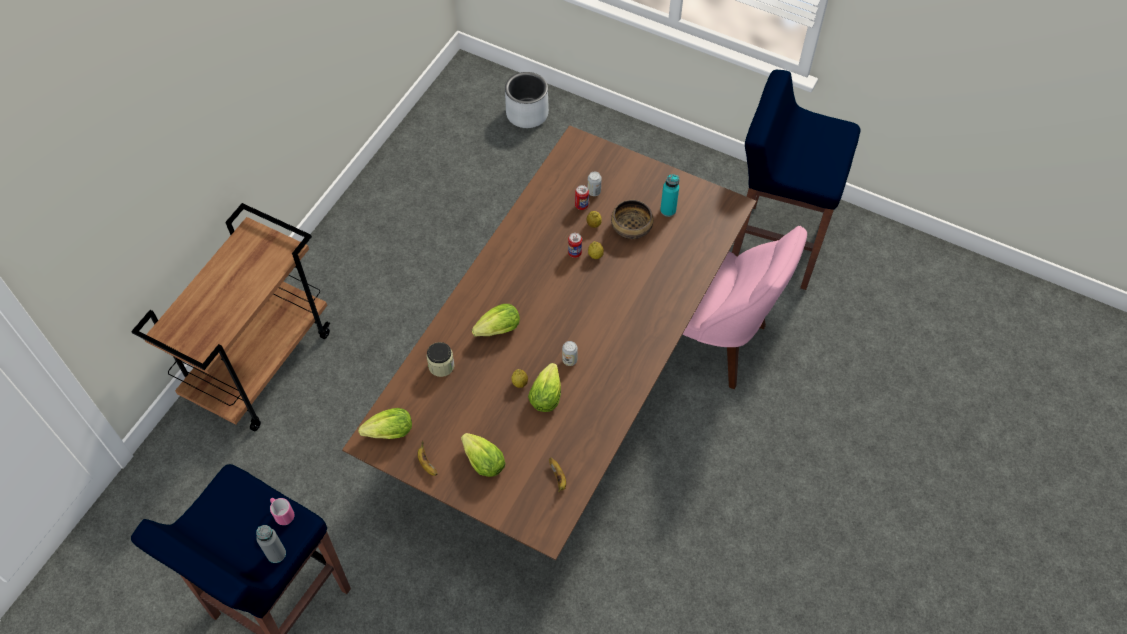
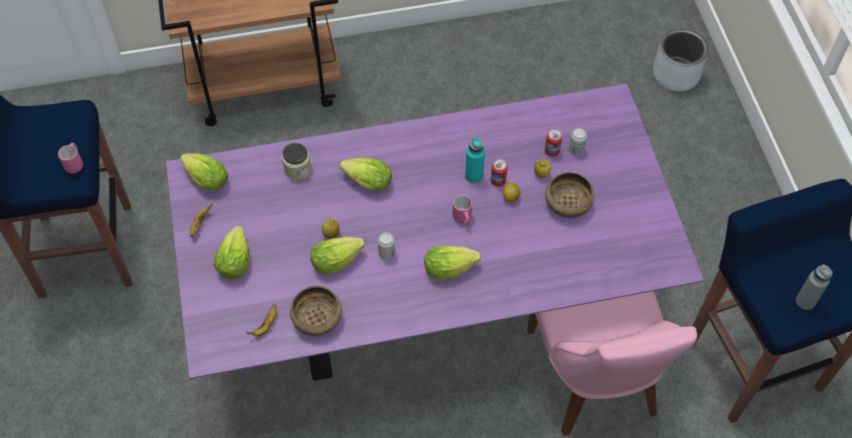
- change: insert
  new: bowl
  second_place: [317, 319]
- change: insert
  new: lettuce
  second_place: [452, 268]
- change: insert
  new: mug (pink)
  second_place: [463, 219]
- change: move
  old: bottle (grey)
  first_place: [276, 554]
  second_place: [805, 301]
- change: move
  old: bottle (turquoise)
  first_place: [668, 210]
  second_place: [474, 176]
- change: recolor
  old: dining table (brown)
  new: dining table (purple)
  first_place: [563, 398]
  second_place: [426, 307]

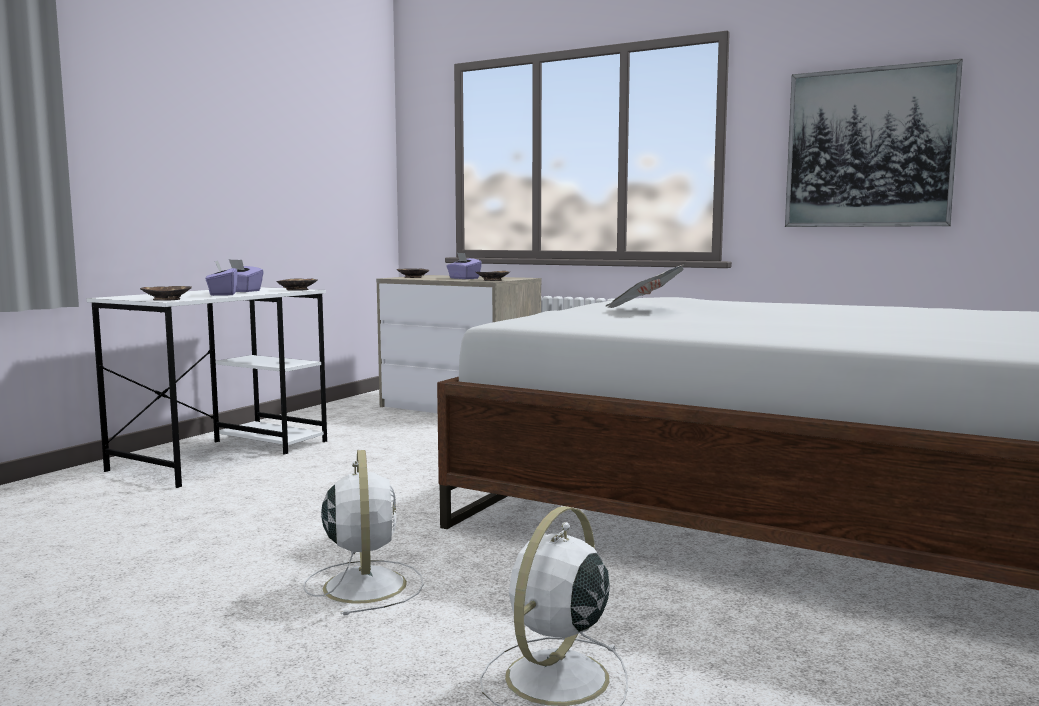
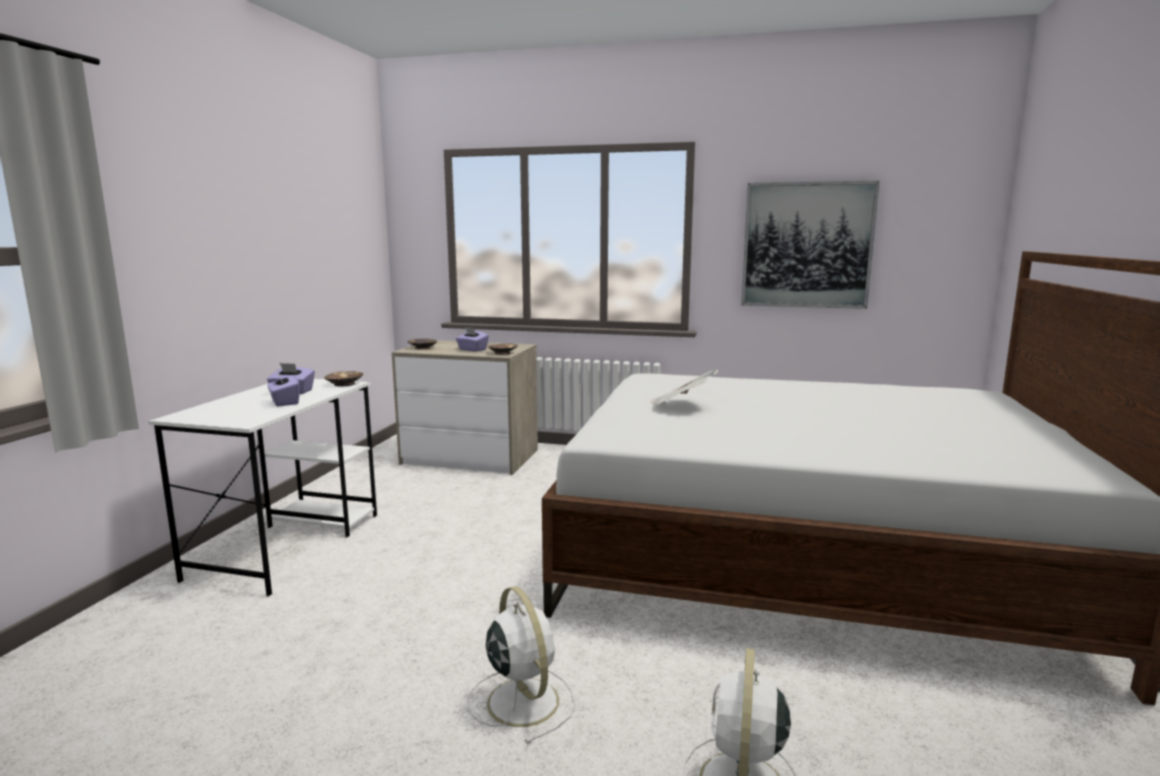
- change: delete
  old: bowl (brown)
  first_place: [166, 299]

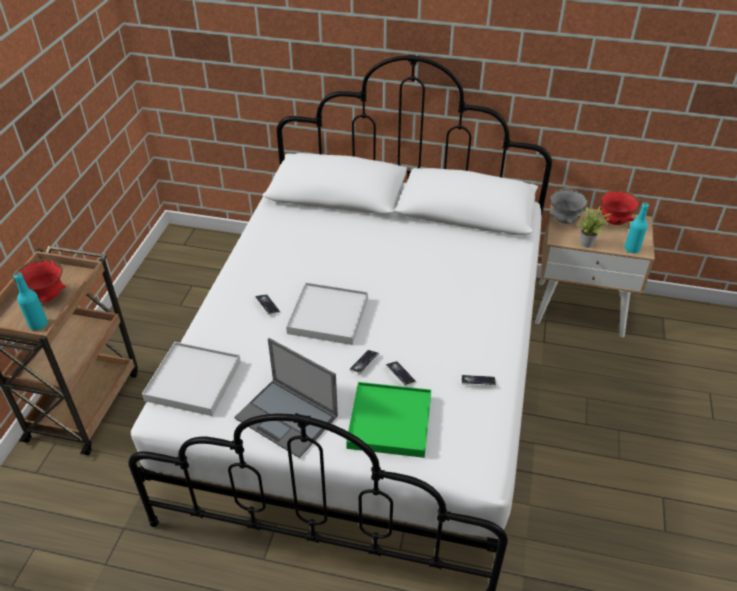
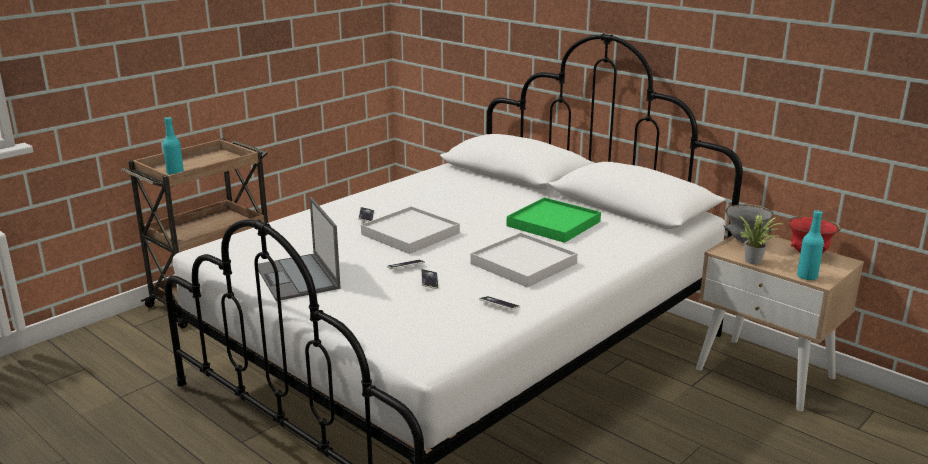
- change: delete
  old: bowl (red)
  first_place: [47, 297]
- change: move
  old: tray (white)
  first_place: [193, 381]
  second_place: [523, 263]
- change: move
  old: tray (green)
  first_place: [389, 422]
  second_place: [553, 223]

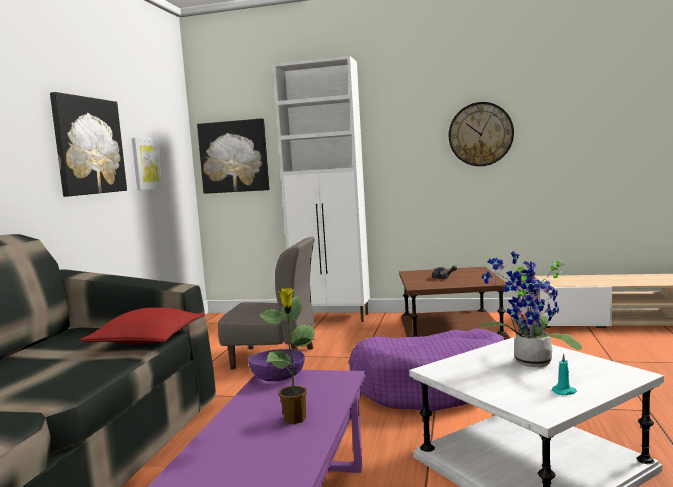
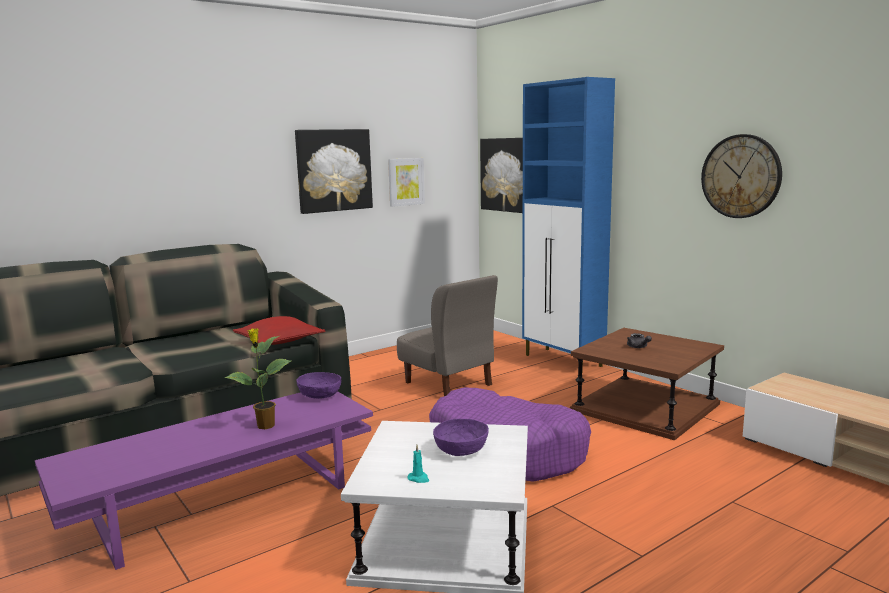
- change: replace
  old: potted plant
  new: bowl (purple)
  first_place: [529, 364]
  second_place: [461, 450]
- change: recolor
  old: cabinet (white)
  new: cabinet (blue)
  first_place: [333, 318]
  second_place: [563, 361]

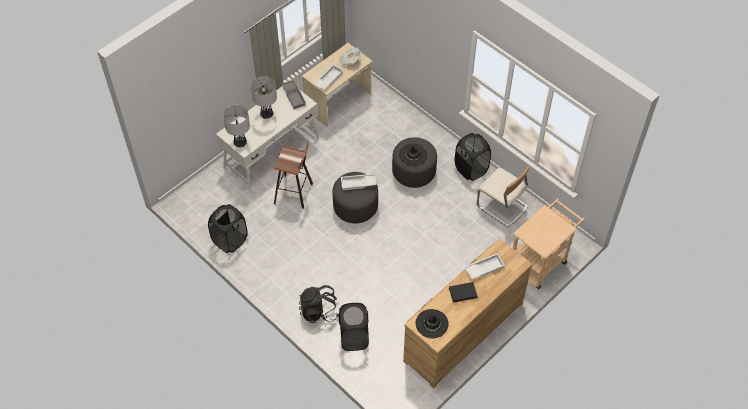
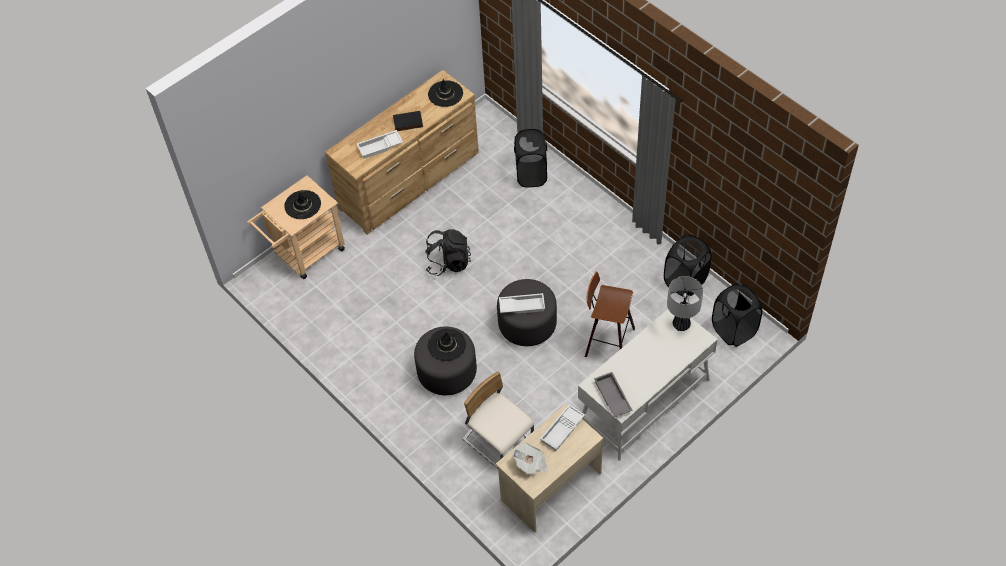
- change: delete
  old: table lamp
  first_place: [266, 115]
- change: insert
  new: hat (black)
  second_place: [302, 205]
- change: move
  old: backpack (black)
  first_place: [319, 311]
  second_place: [448, 262]
- change: move
  old: laundry basket (black)
  first_place: [471, 169]
  second_place: [733, 330]
- change: move
  old: chair (beige)
  first_place: [501, 207]
  second_place: [498, 440]

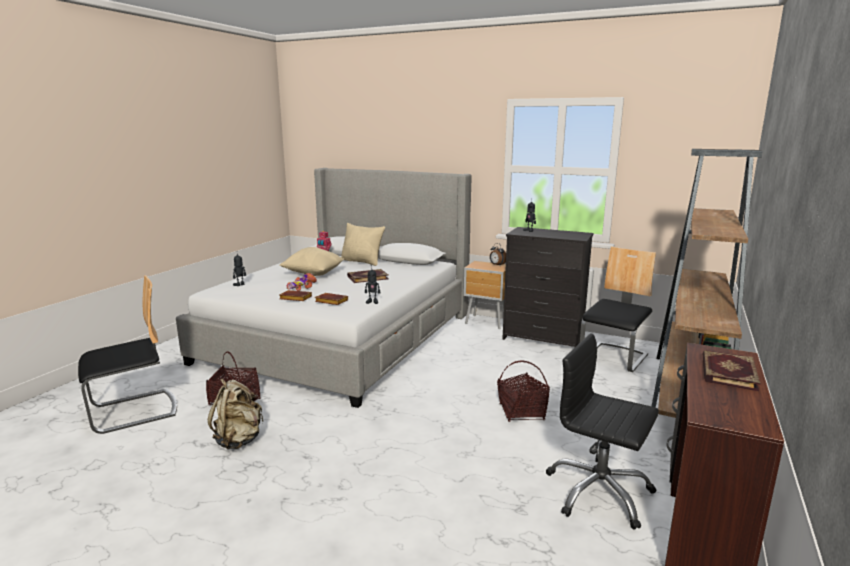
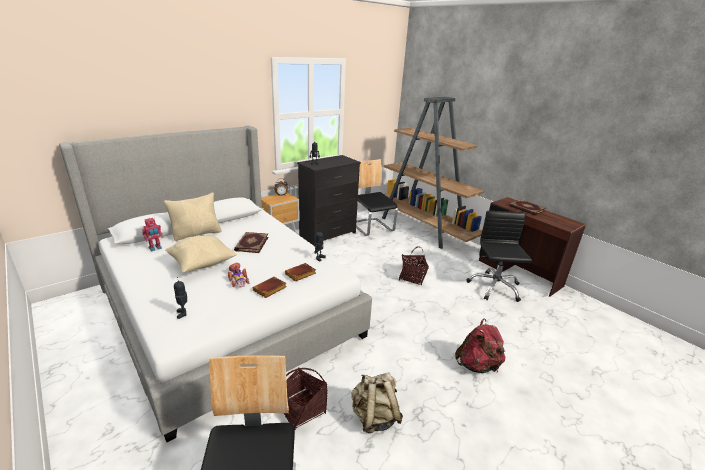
- change: insert
  new: backpack (red)
  second_place: [477, 365]
- change: rotate
  old: office chair (black)
  first_place: [598, 492]
  second_place: [494, 287]
  degrees: 120

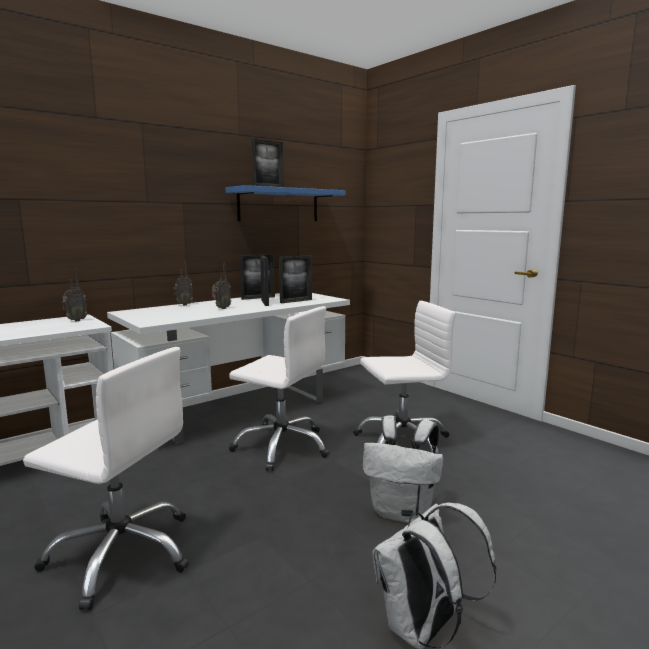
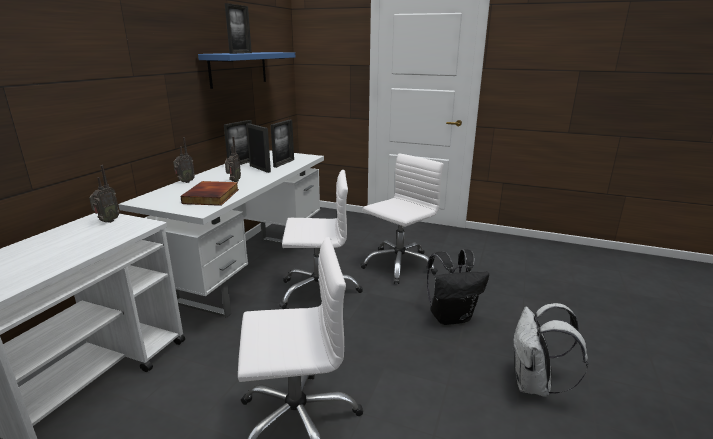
- change: insert
  new: book
  second_place: [212, 196]
- change: recolor
  old: backpack (white)
  new: backpack (black)
  first_place: [402, 512]
  second_place: [451, 317]

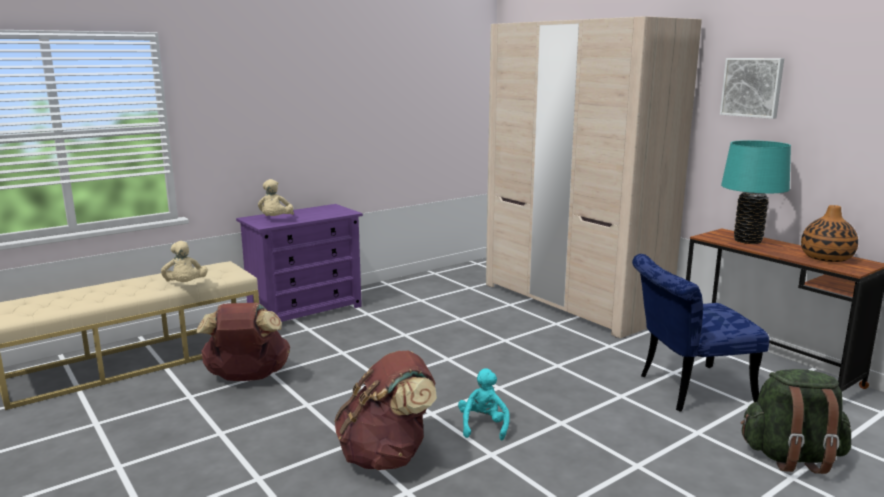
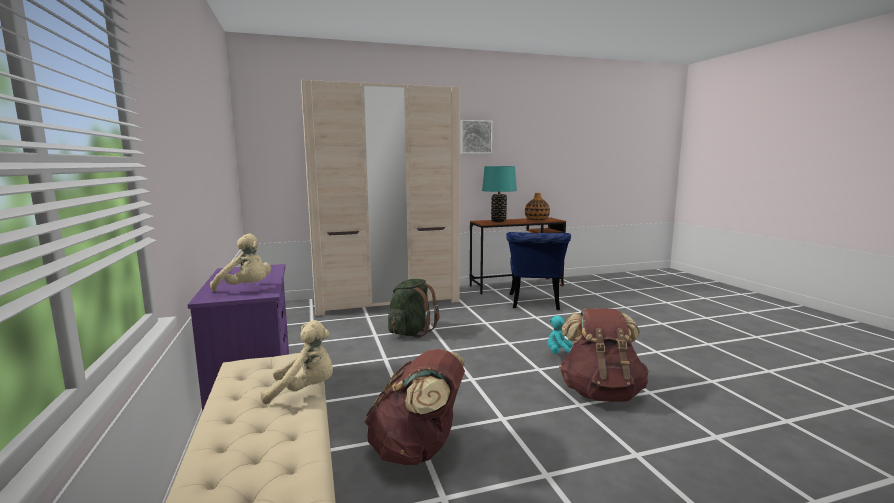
- change: move
  old: backpack (green)
  first_place: [792, 457]
  second_place: [411, 332]

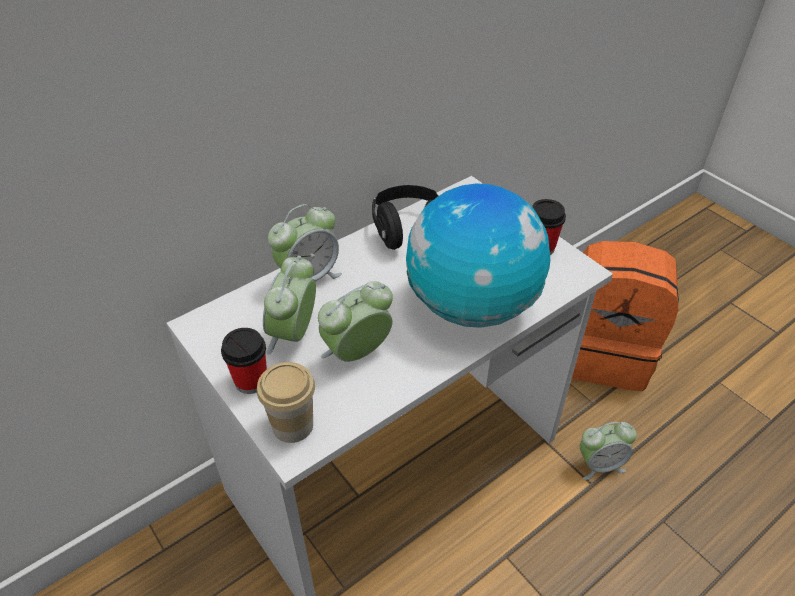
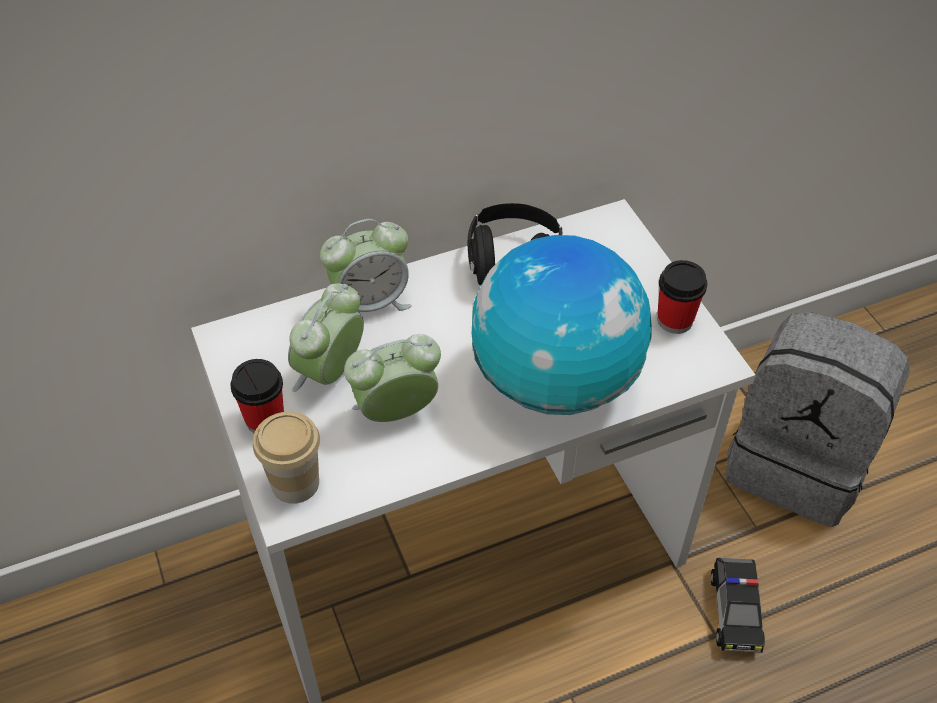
- change: replace
  old: alarm clock
  new: toy car
  first_place: [599, 464]
  second_place: [735, 611]
- change: recolor
  old: backpack (orange)
  new: backpack (grey)
  first_place: [604, 353]
  second_place: [798, 462]

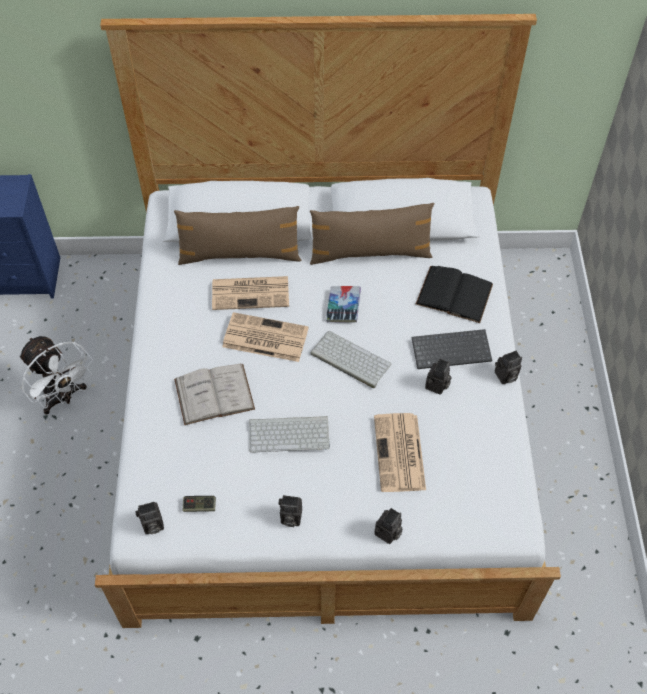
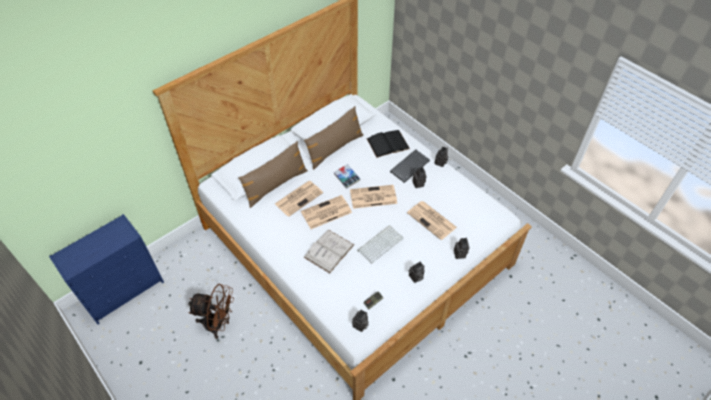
- change: replace
  old: keyboard
  new: newspaper
  first_place: [349, 359]
  second_place: [372, 197]
- change: recolor
  old: fan (white)
  new: fan (brown)
  first_place: [63, 397]
  second_place: [218, 324]

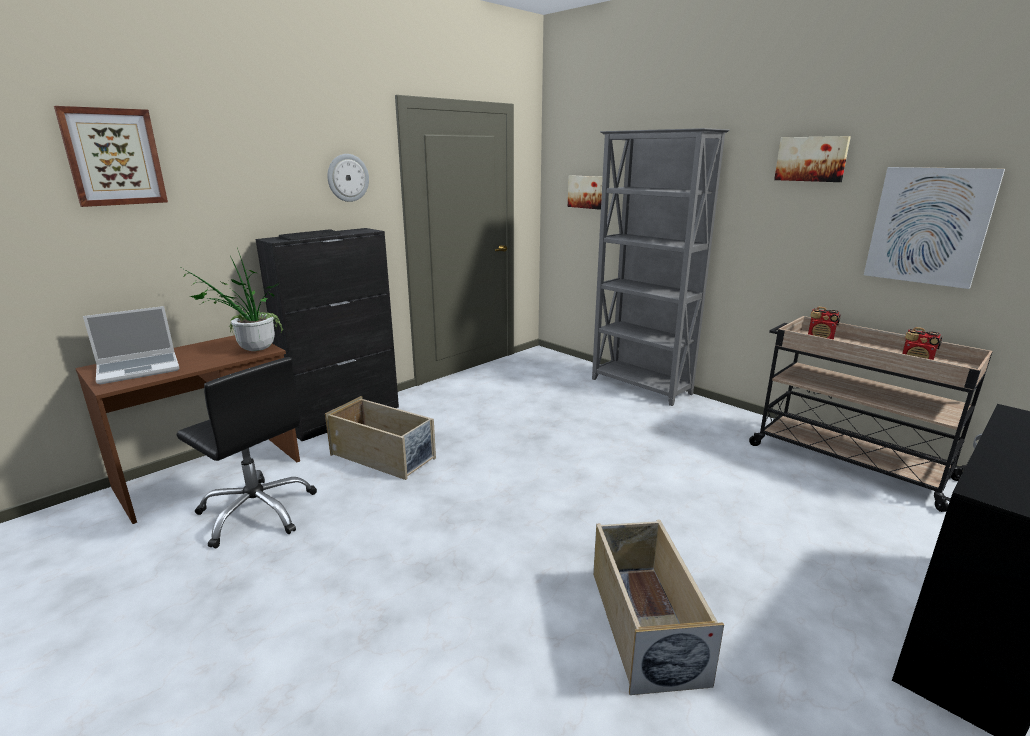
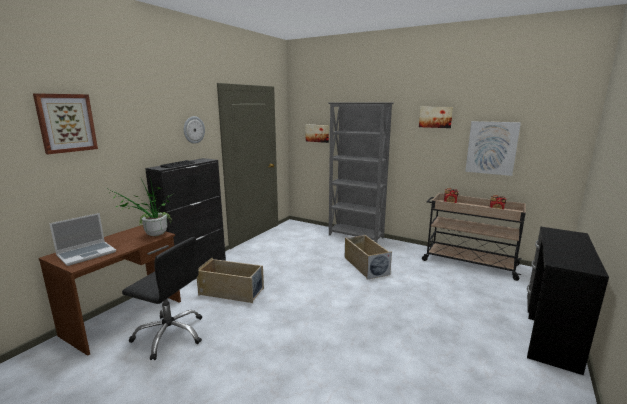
- change: move
  old: storage box (beige)
  first_place: [644, 623]
  second_place: [365, 265]

